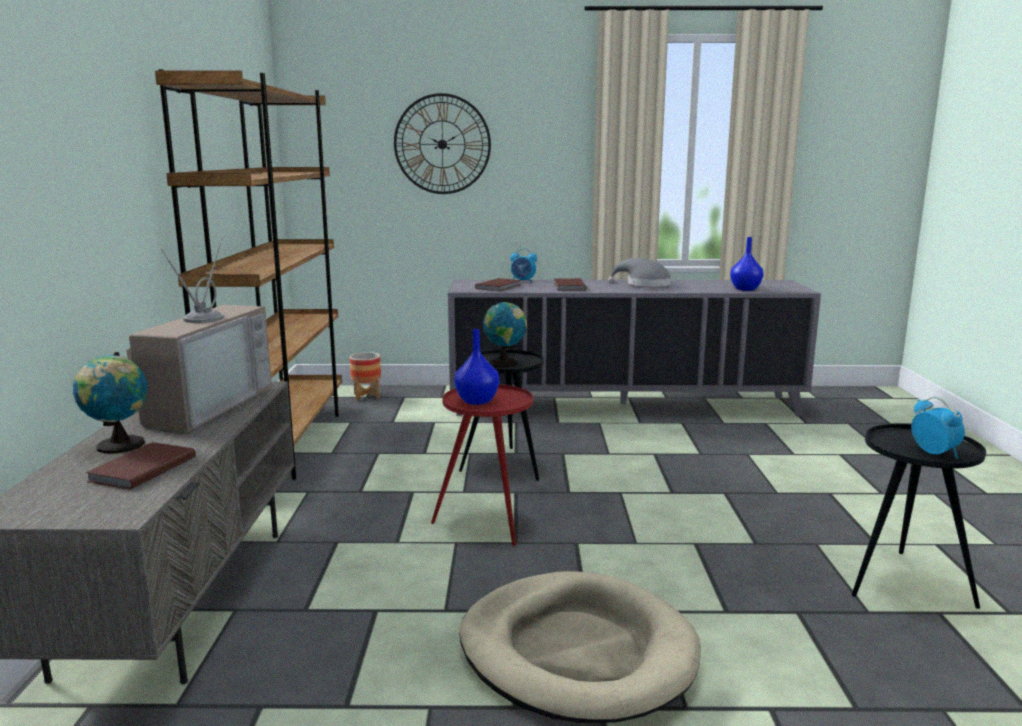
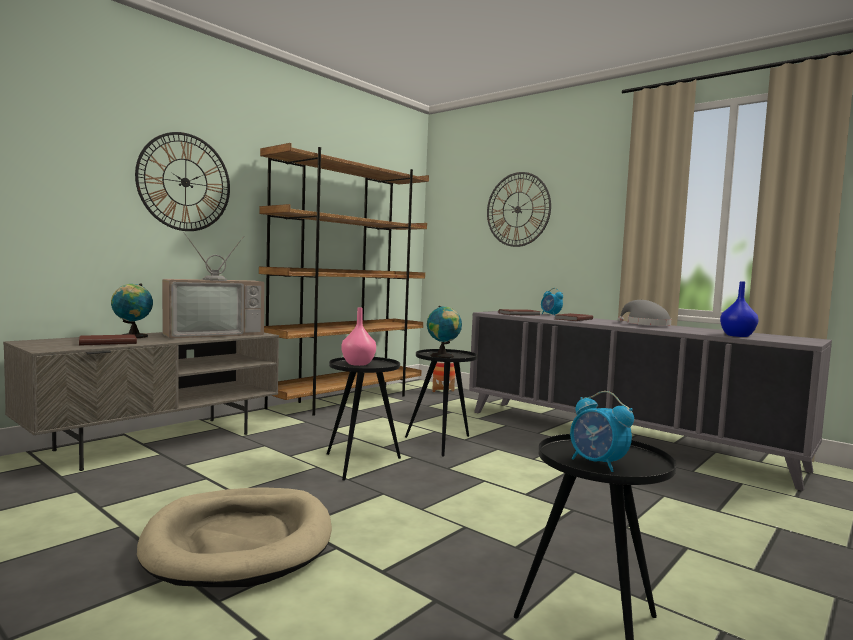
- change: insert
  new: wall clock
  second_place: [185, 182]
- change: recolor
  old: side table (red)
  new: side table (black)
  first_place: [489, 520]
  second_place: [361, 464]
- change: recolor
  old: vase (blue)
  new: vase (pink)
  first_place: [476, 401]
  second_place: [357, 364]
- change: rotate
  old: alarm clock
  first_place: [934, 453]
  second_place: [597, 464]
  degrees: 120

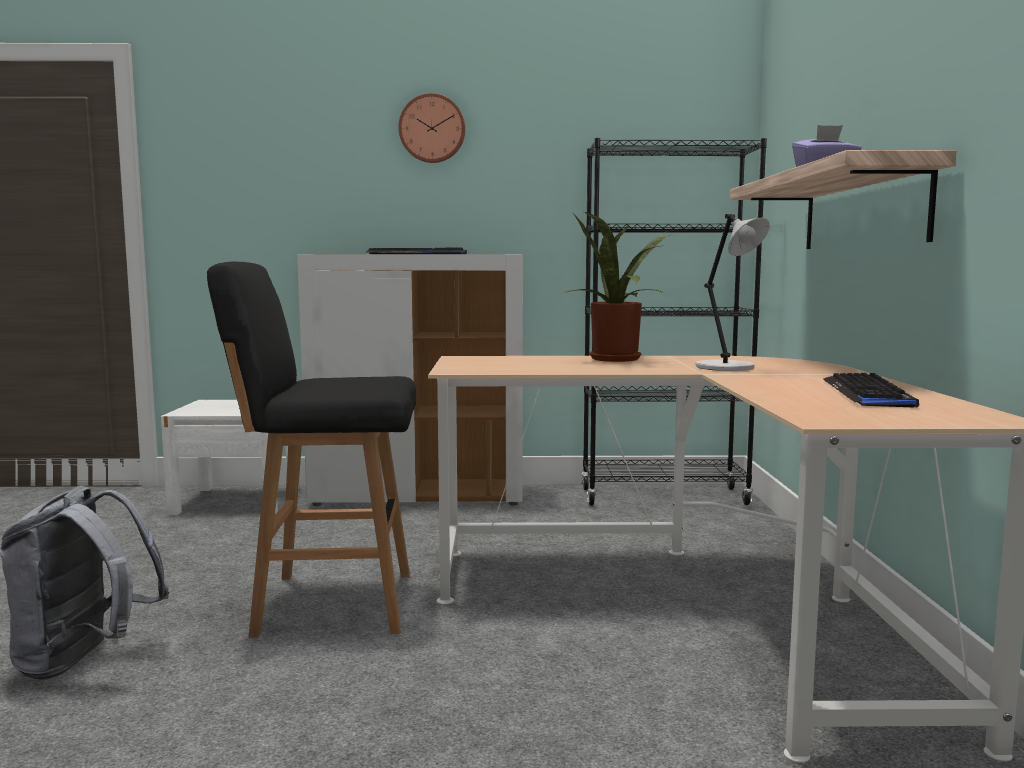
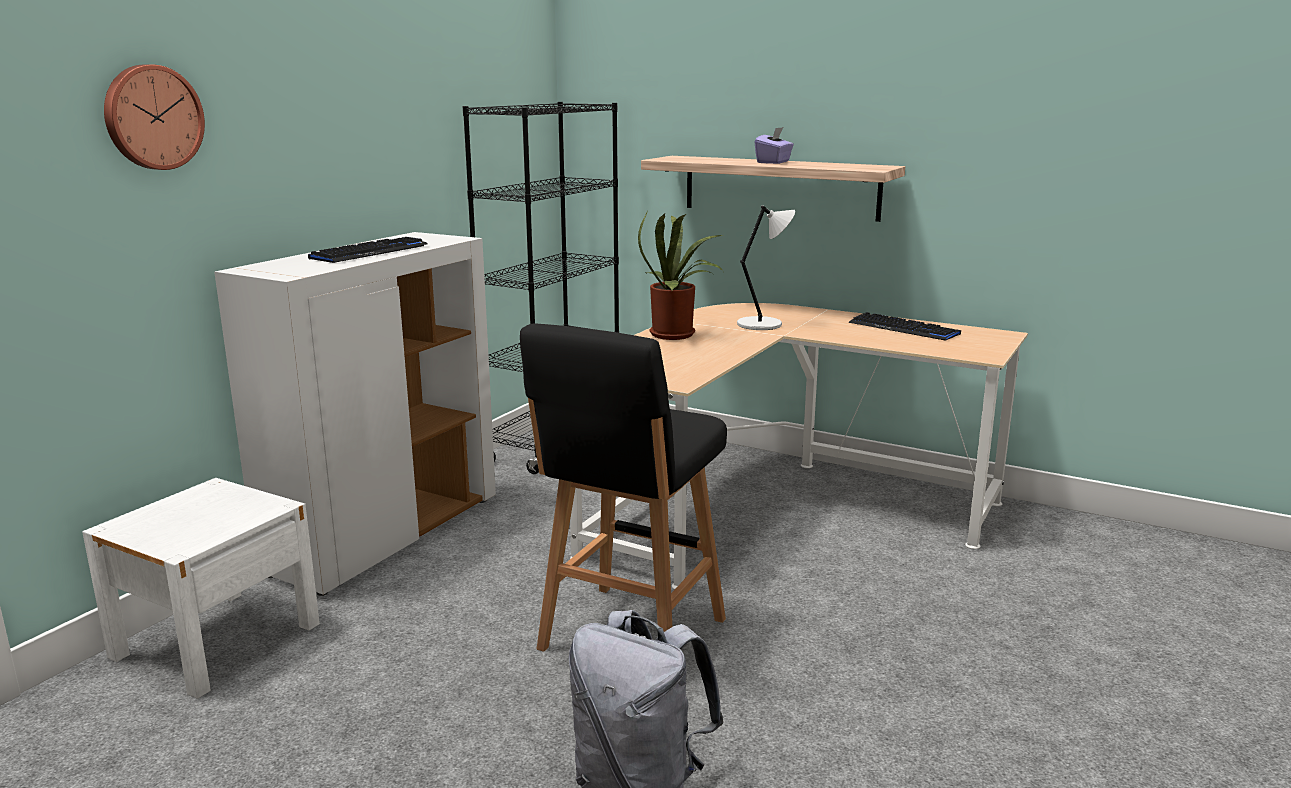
- change: move
  old: wall clock
  first_place: [432, 129]
  second_place: [152, 117]

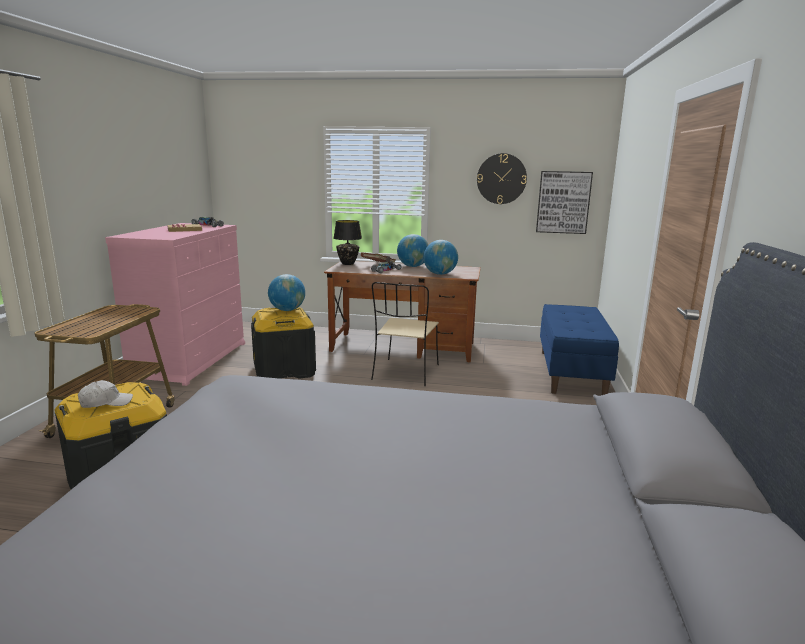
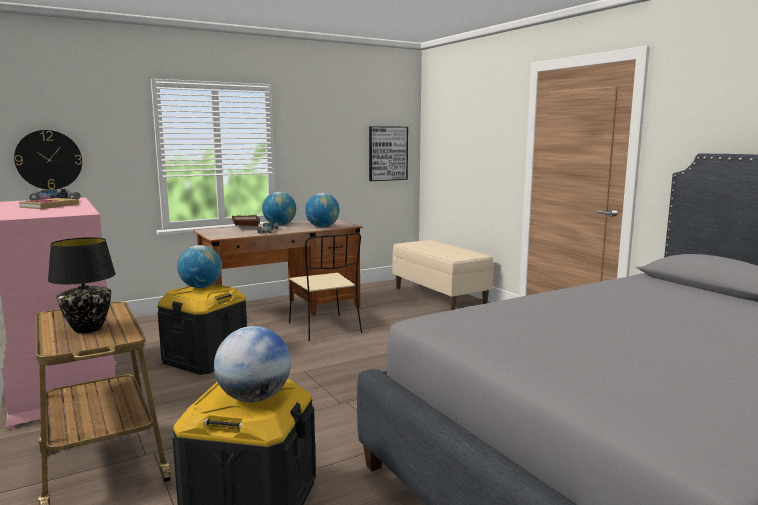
- change: move
  old: table lamp (black)
  first_place: [347, 264]
  second_place: [87, 329]
- change: move
  old: wall clock
  first_place: [501, 178]
  second_place: [49, 159]
- change: replace
  old: cap (white)
  new: globe
  first_place: [106, 402]
  second_place: [254, 398]
- change: recolor
  old: bench (blue)
  new: bench (beige)
  first_place: [572, 373]
  second_place: [440, 296]

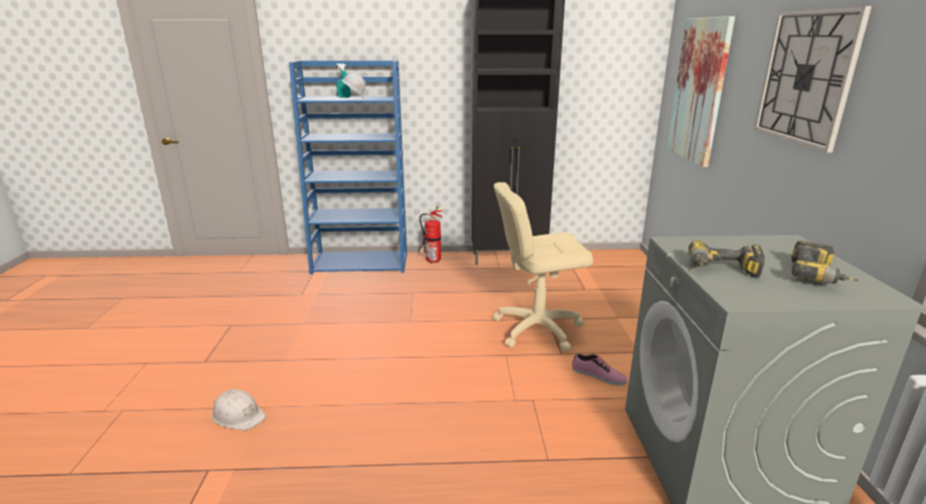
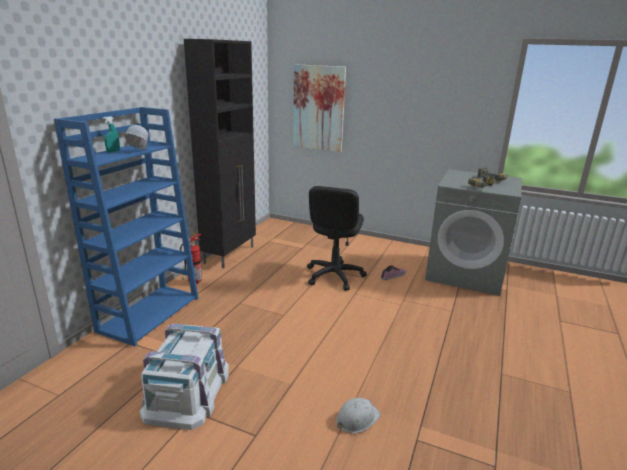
- change: delete
  old: wall clock
  first_place: [806, 77]
- change: insert
  new: storage box (white)
  second_place: [187, 391]
- change: recolor
  old: office chair (beige)
  new: office chair (black)
  first_place: [537, 328]
  second_place: [334, 276]

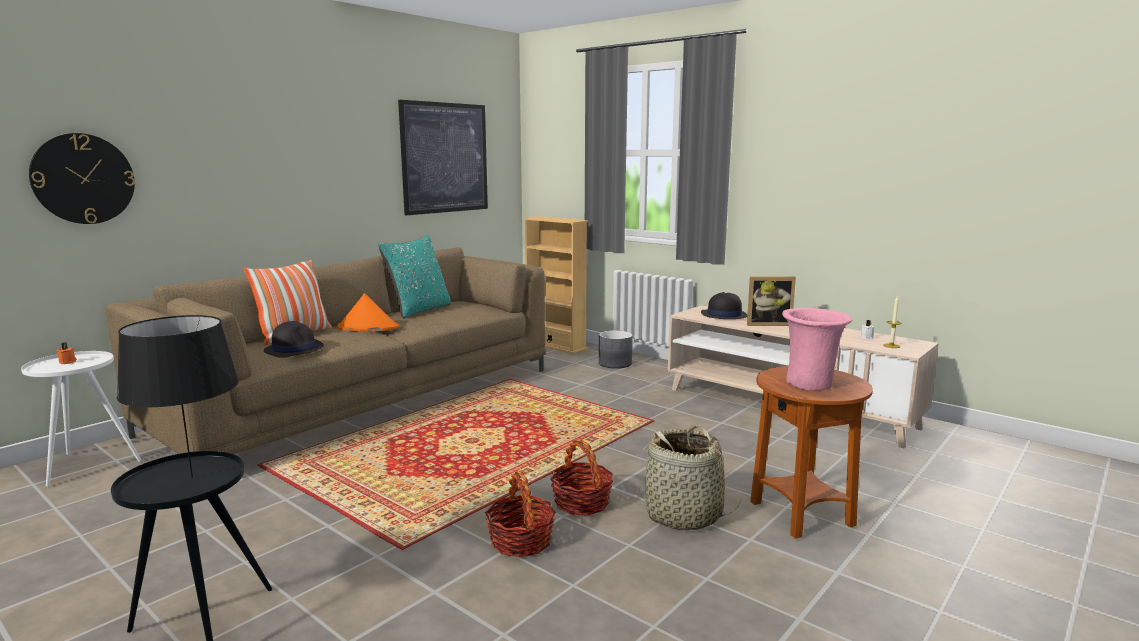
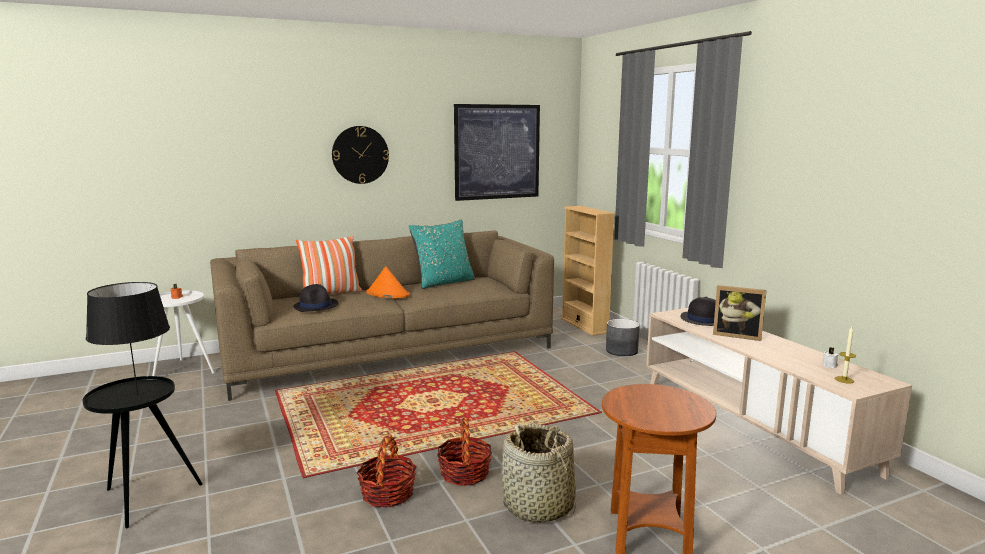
- change: delete
  old: vase (pink)
  first_place: [811, 384]
- change: move
  old: wall clock
  first_place: [83, 179]
  second_place: [360, 155]

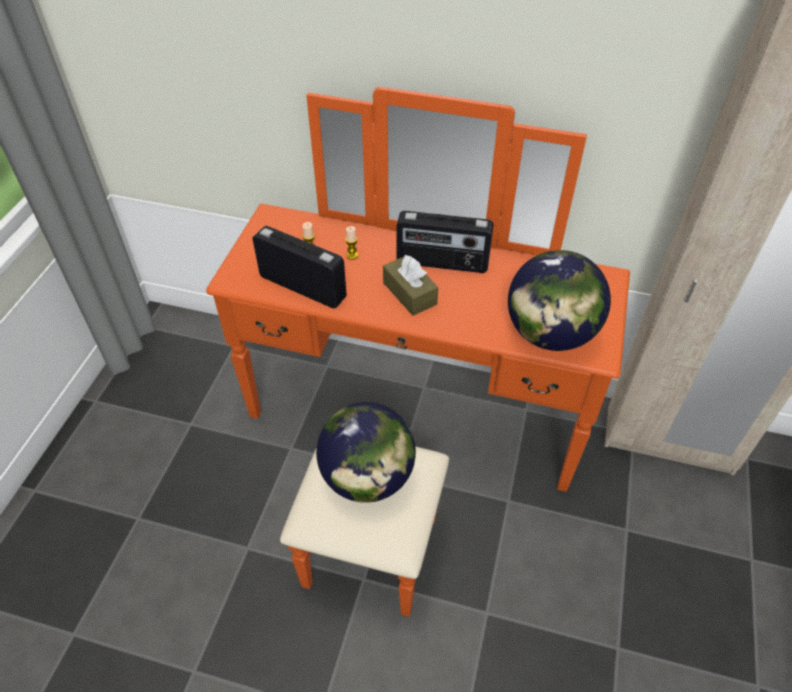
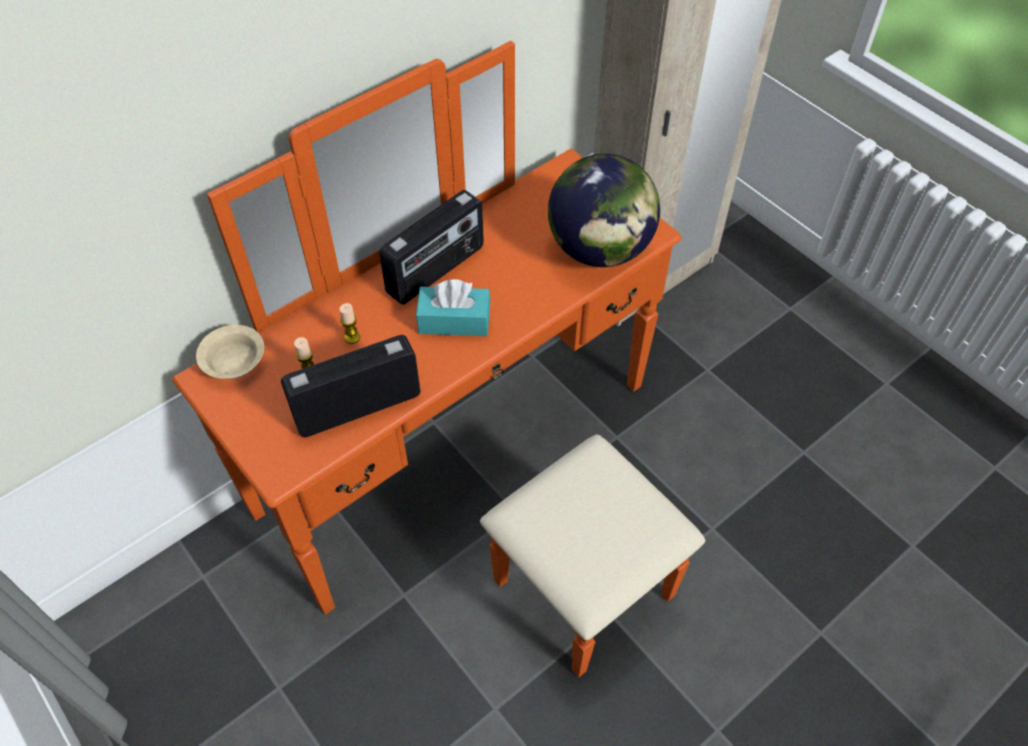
- change: delete
  old: globe
  first_place: [367, 478]
- change: insert
  new: bowl (beige)
  second_place: [235, 361]
- change: recolor
  old: tissue box (brown)
  new: tissue box (turquoise)
  first_place: [409, 293]
  second_place: [454, 321]

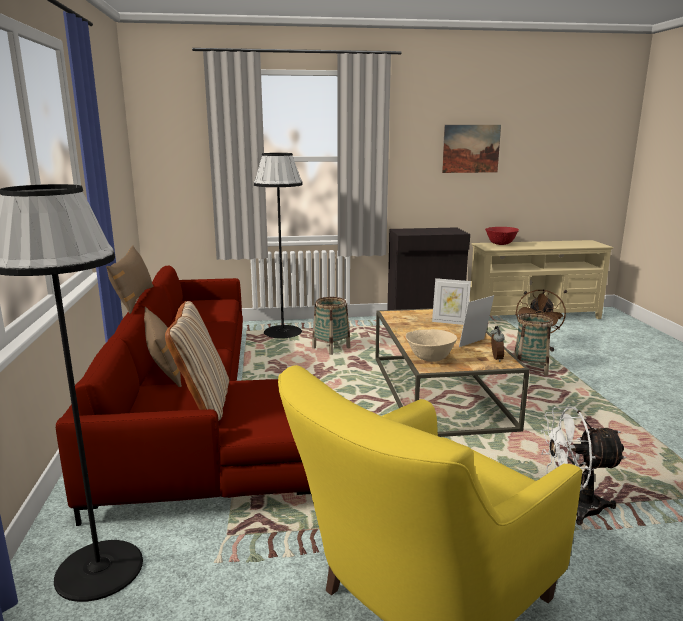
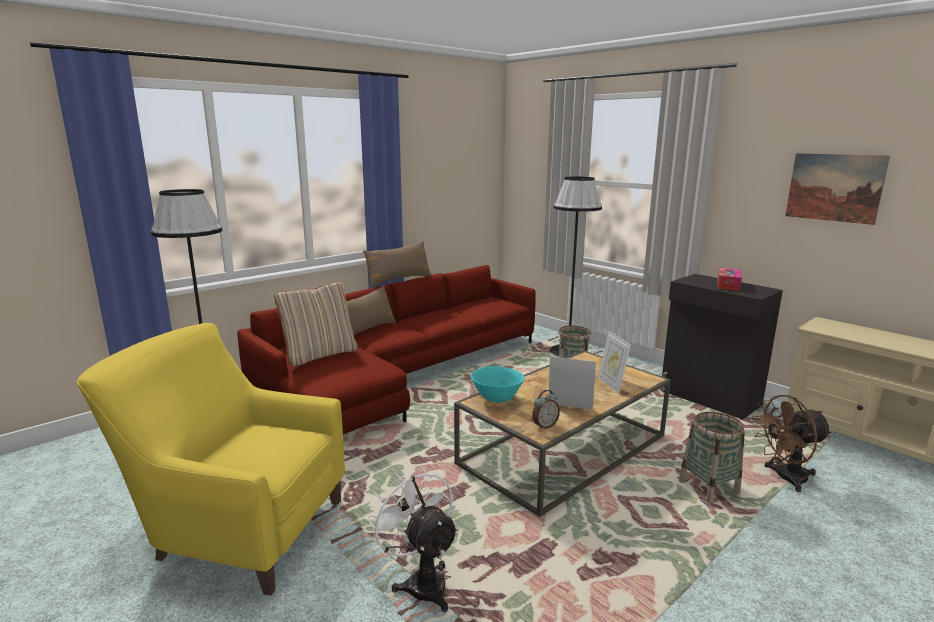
- change: delete
  old: bowl (red)
  first_place: [500, 244]
- change: insert
  new: tissue box
  second_place: [728, 285]
- change: recolor
  old: bowl (beige)
  new: bowl (turquoise)
  first_place: [430, 359]
  second_place: [497, 399]

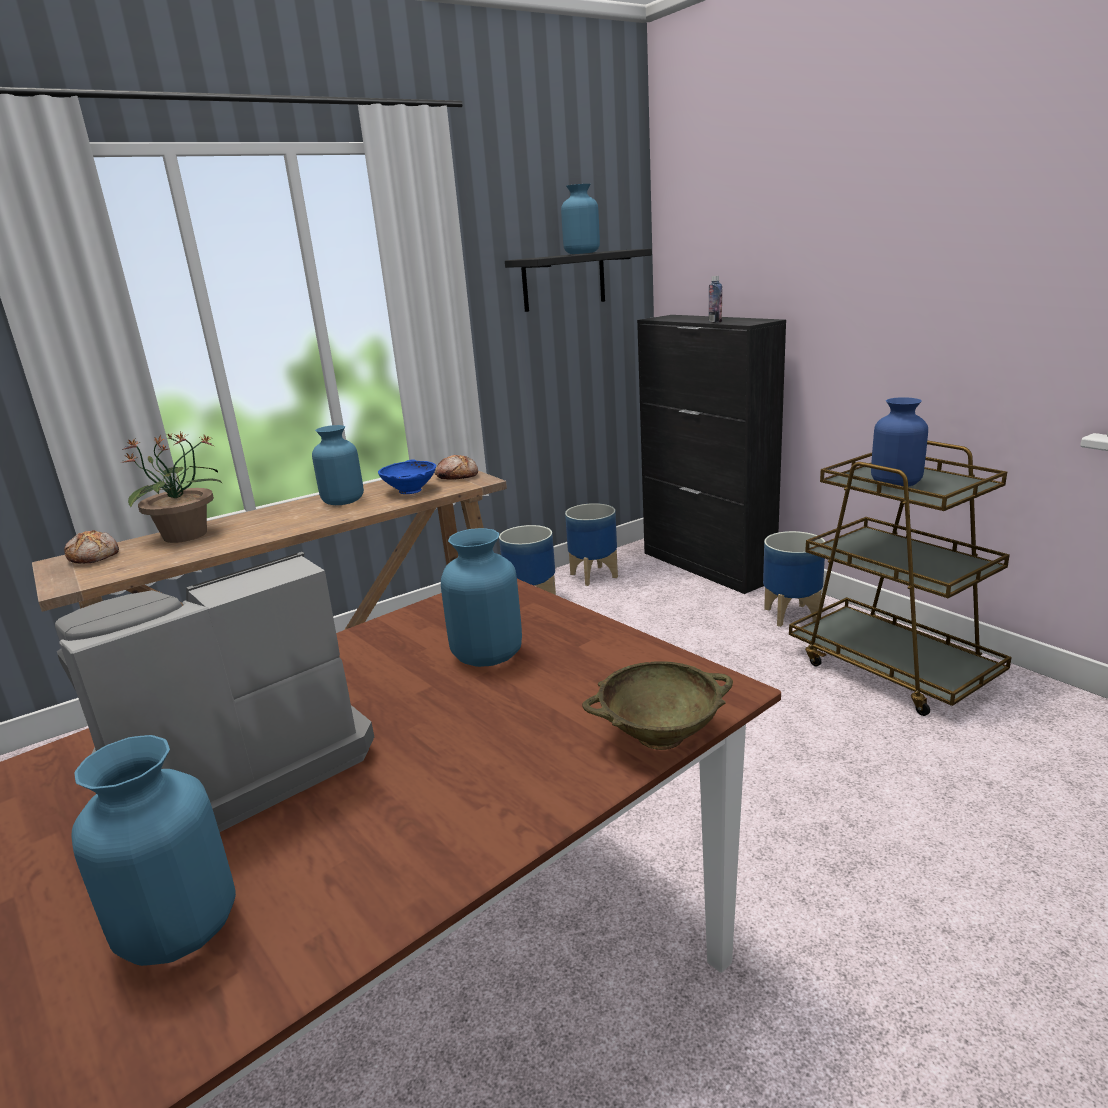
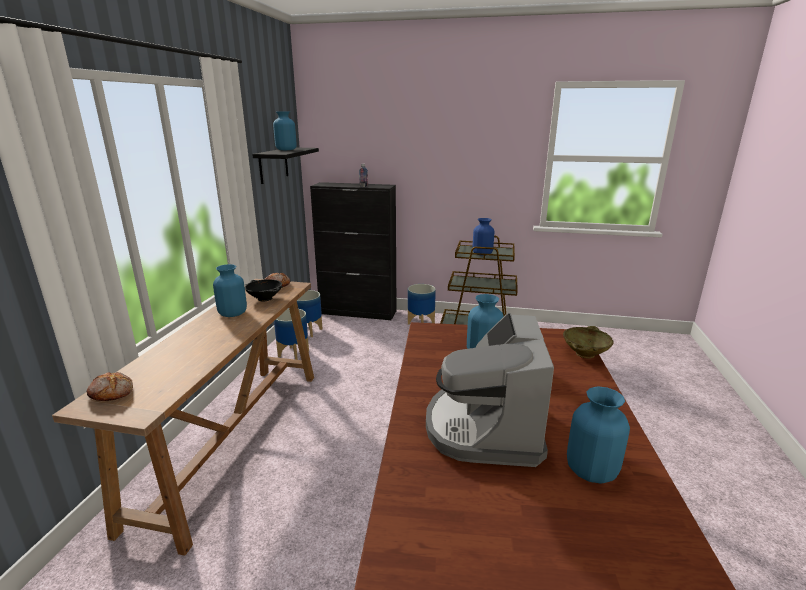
- change: delete
  old: potted plant
  first_place: [186, 535]
- change: recolor
  old: bowl (blue)
  new: bowl (black)
  first_place: [410, 490]
  second_place: [265, 298]

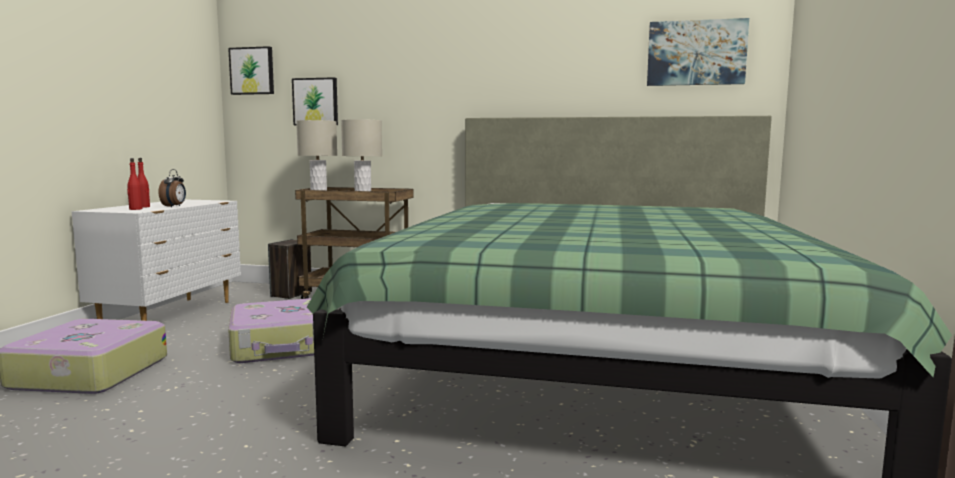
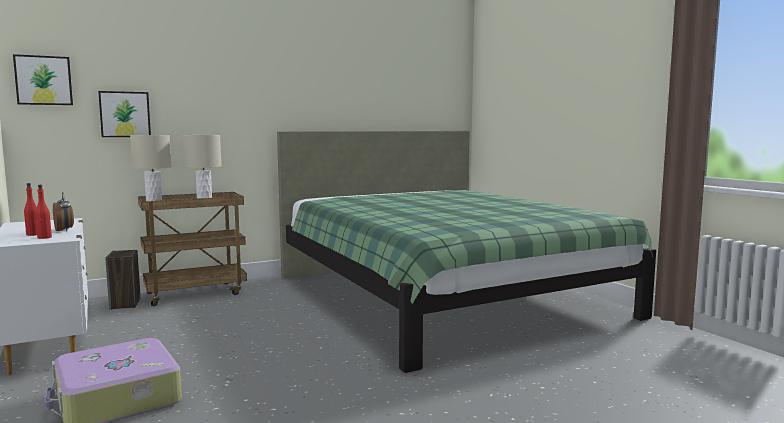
- change: delete
  old: suitcase
  first_place: [282, 345]
- change: delete
  old: picture
  first_place: [696, 53]

